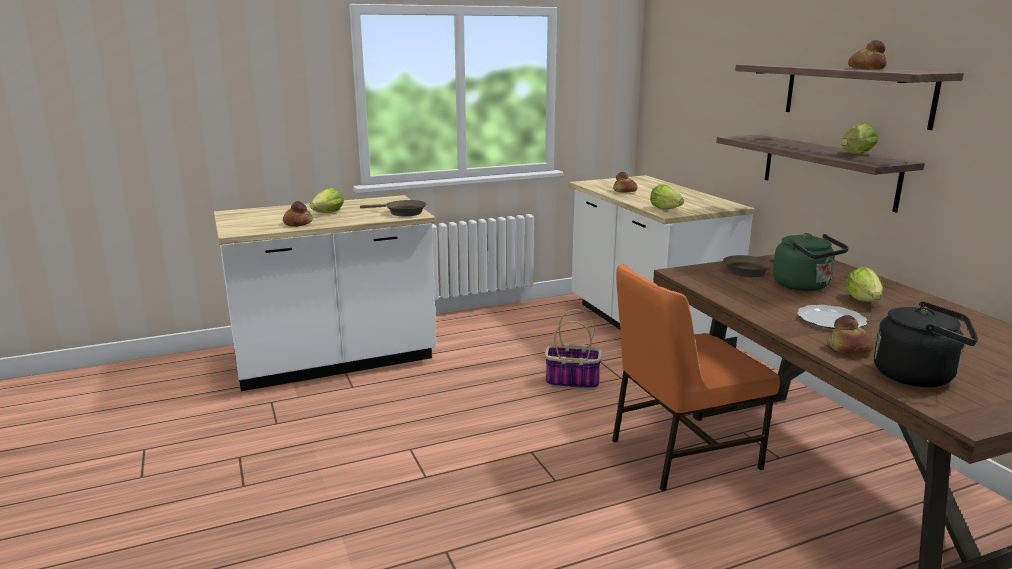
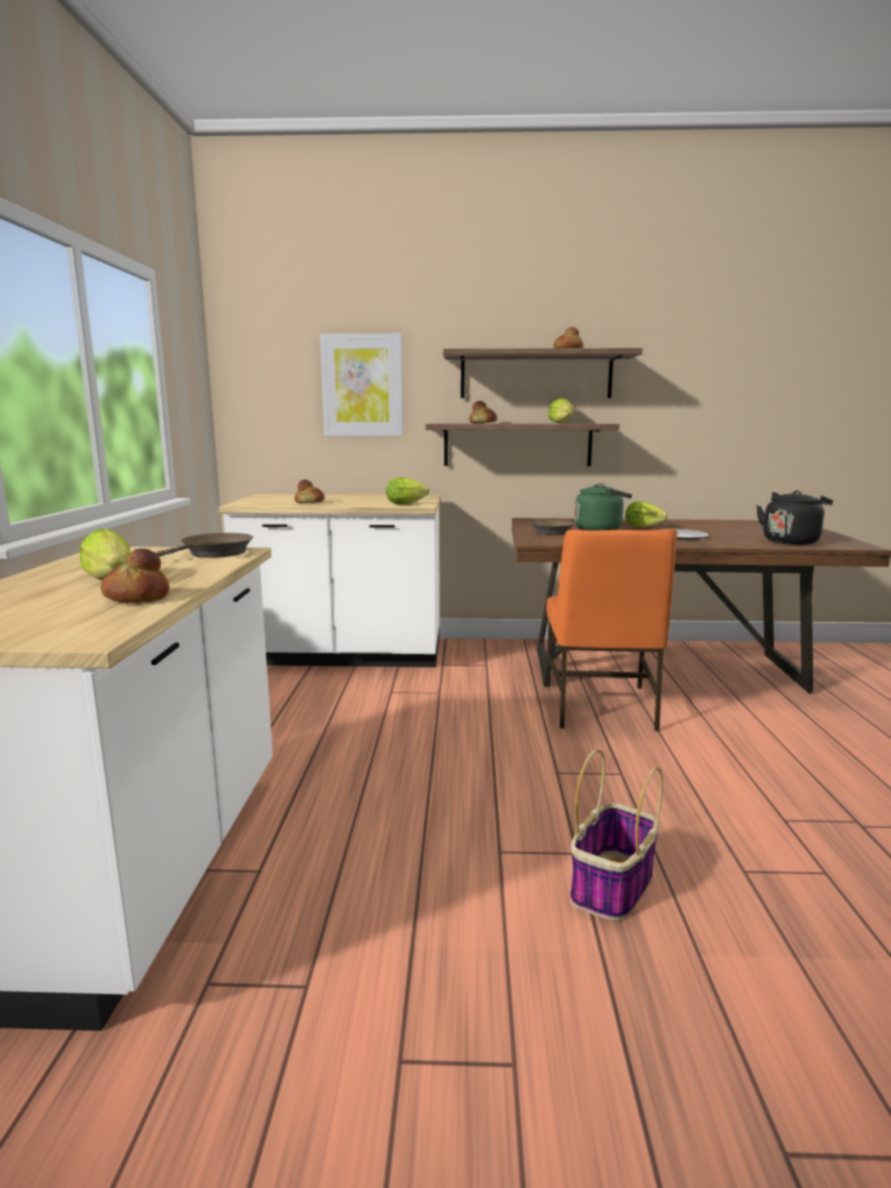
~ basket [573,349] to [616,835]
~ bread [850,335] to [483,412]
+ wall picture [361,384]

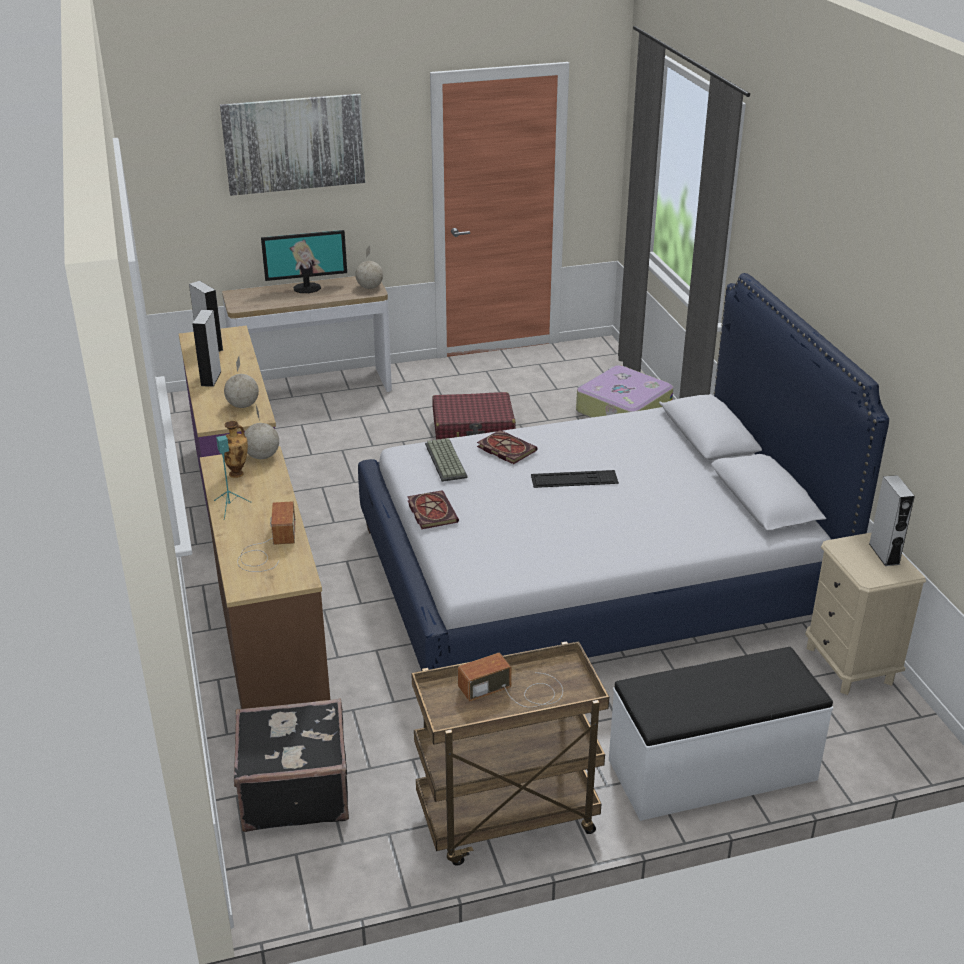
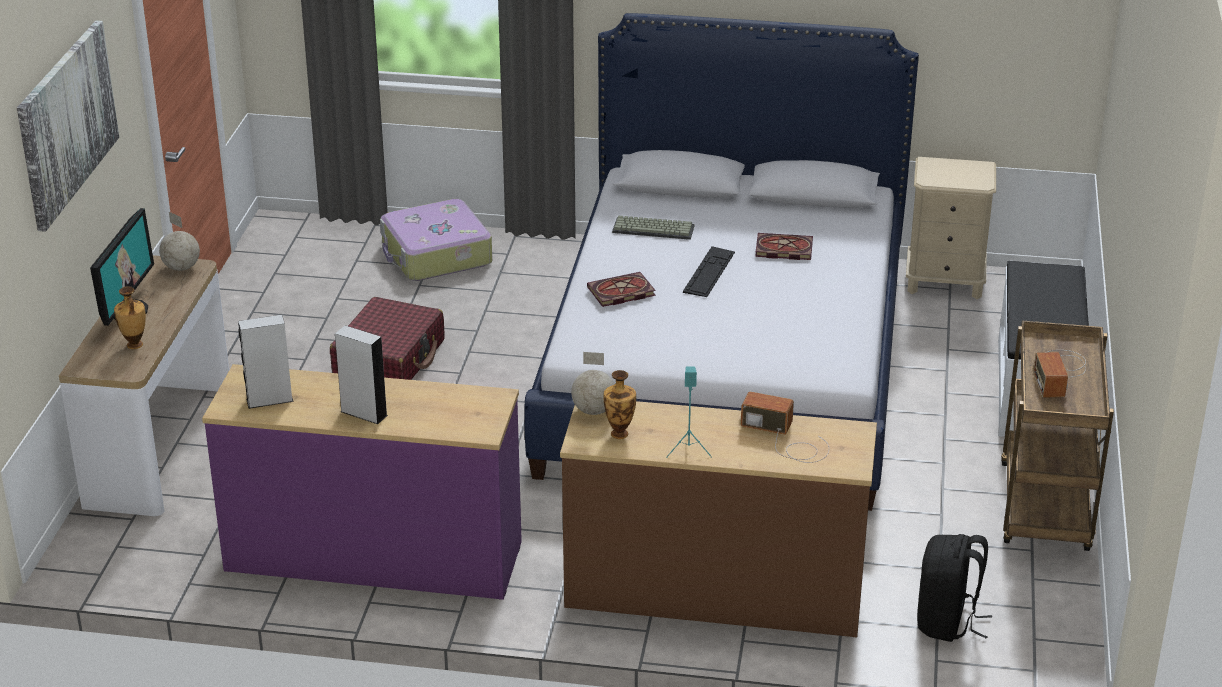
- globe [241,382]
~ black suitcase [291,765] to black rucksack [954,588]
~ bound book [433,509] to [784,246]
~ computer keyboard [446,460] to [653,228]
- grey audio speaker [892,520]
+ flower vase [130,317]

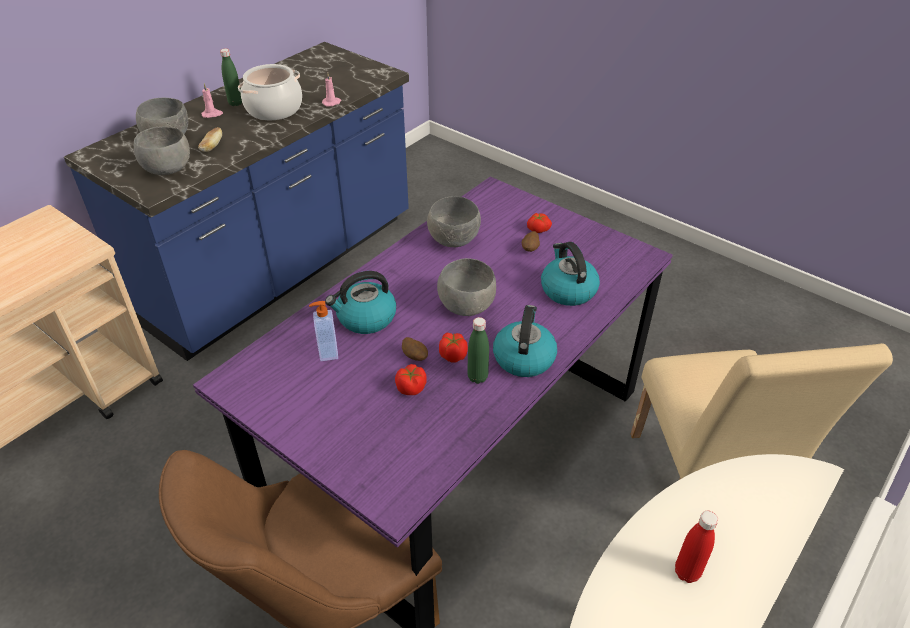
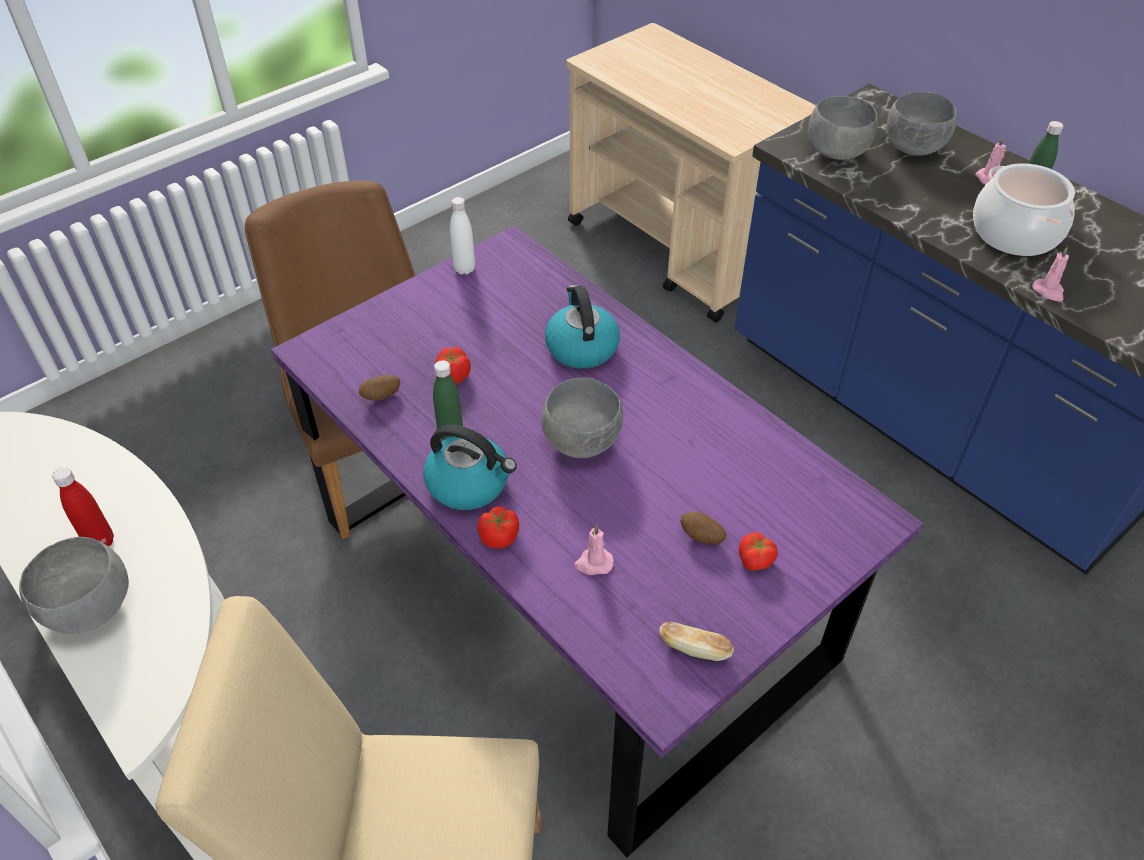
~ bread [210,139] to [697,641]
- soap bottle [323,331]
~ potato [415,349] to [379,387]
~ grey serving bowl [454,221] to [74,585]
~ tomato [453,348] to [498,527]
~ kettle [570,274] to pink-coloured wax candle [594,550]
+ white drink bottle [462,235]

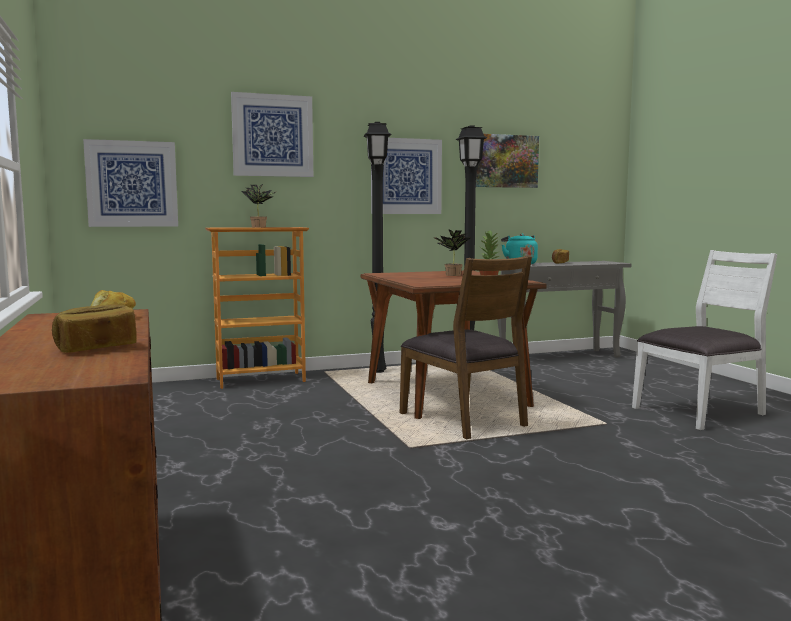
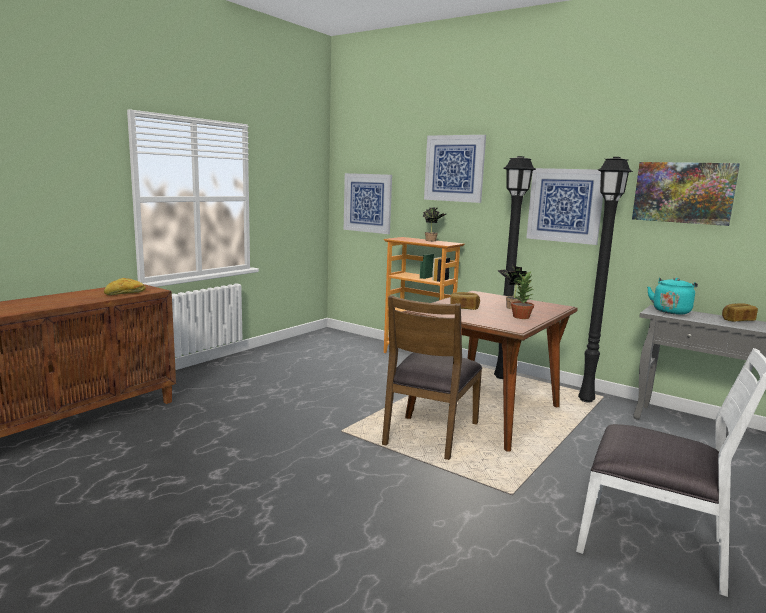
~ bread [94,329] to [465,301]

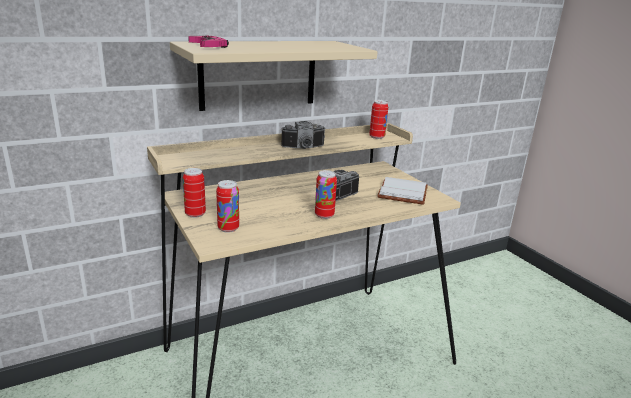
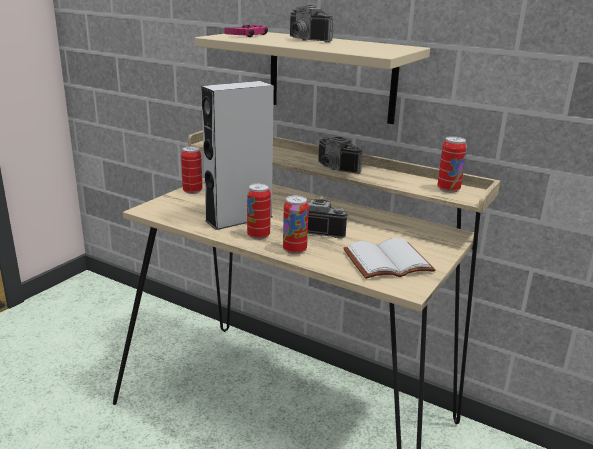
~ sealed can [227,206] to [296,225]
+ grey audio speaker [237,155]
+ photo camera [311,24]

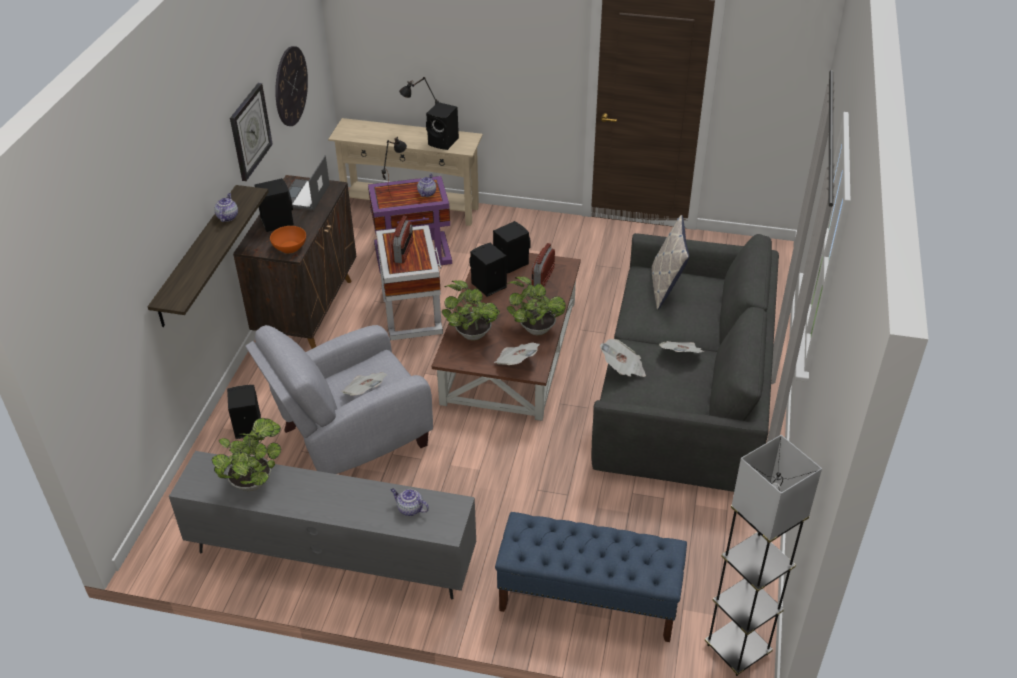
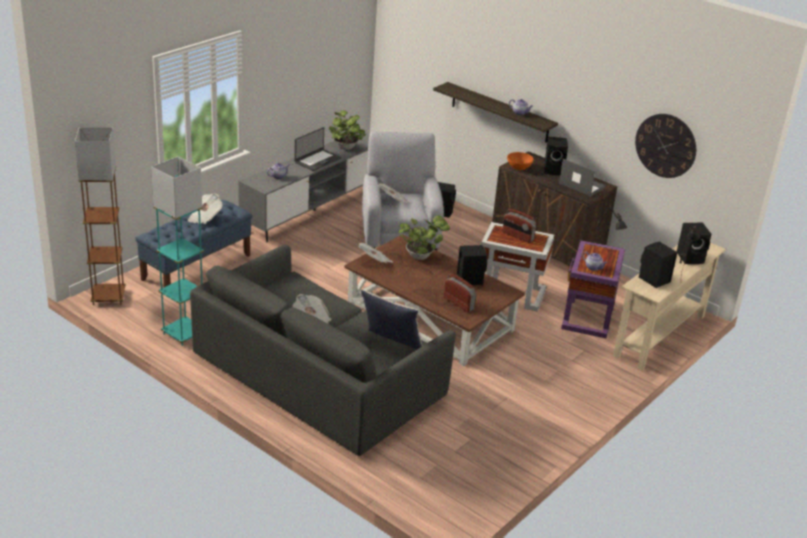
- hanging clock [251,132]
~ black audio speaker [512,247] to [694,243]
- potted plant [536,306]
~ newspaper [623,358] to [205,209]
~ grey standing lamp [763,555] to brown standing lamp [100,216]
+ turquoise standing lamp [177,251]
+ notebook computer [317,149]

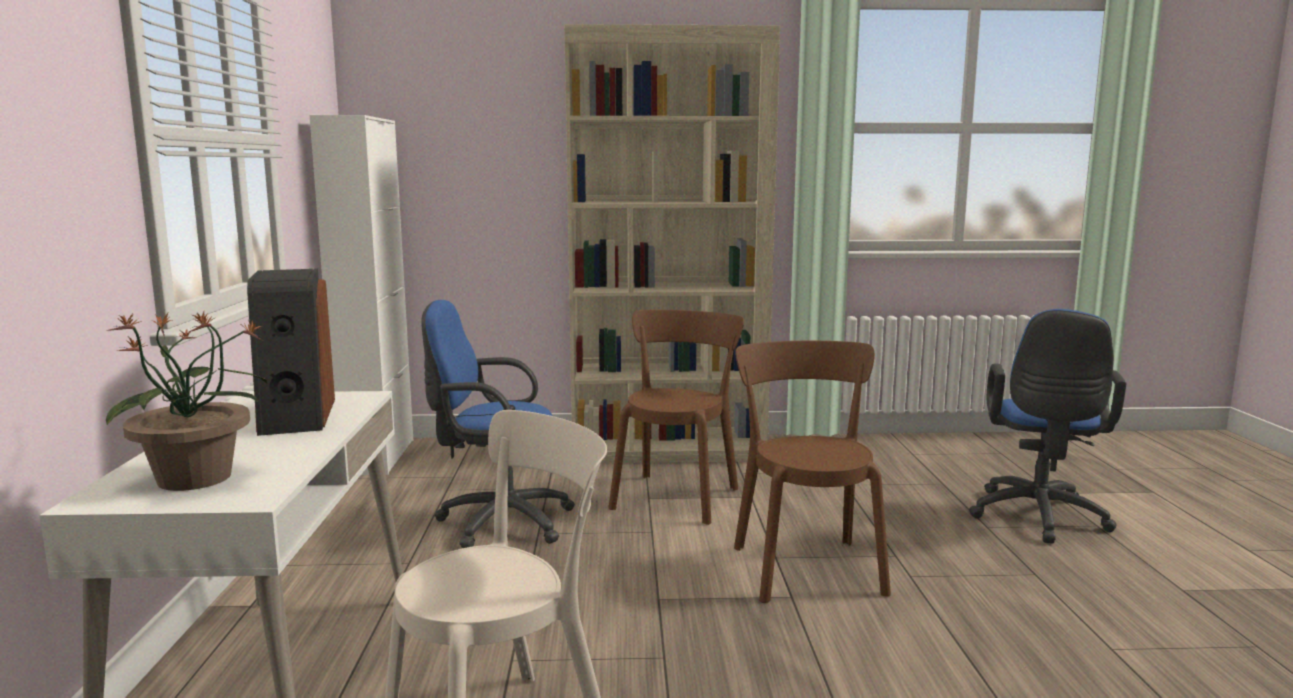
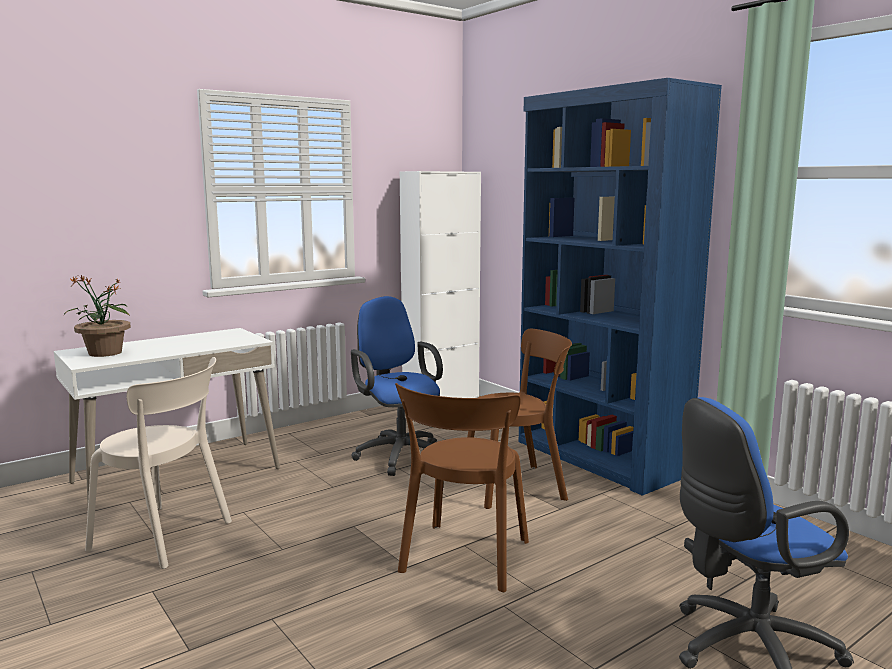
- audio speaker [291,352]
~ beige-coloured shelving unit [672,243] to bluish shelving unit [620,287]
~ brown upright chair [812,472] = [462,487] 150 degrees clockwise

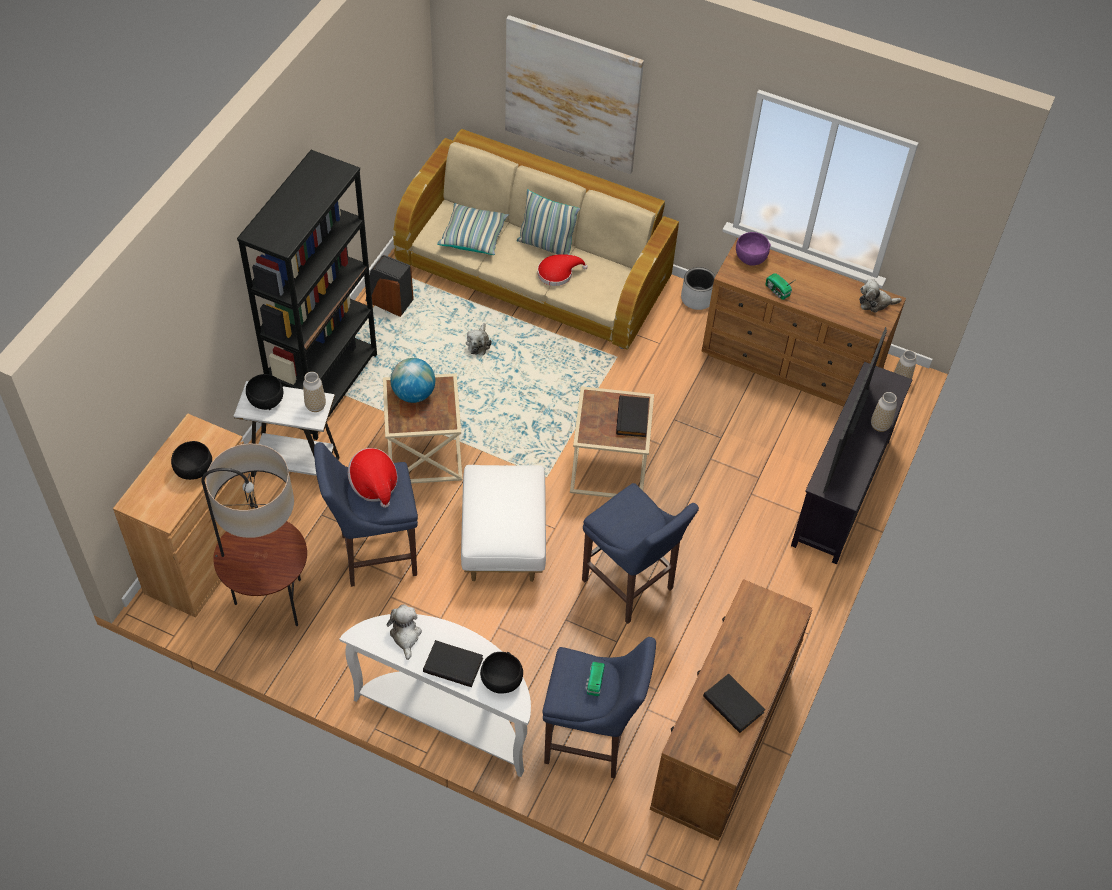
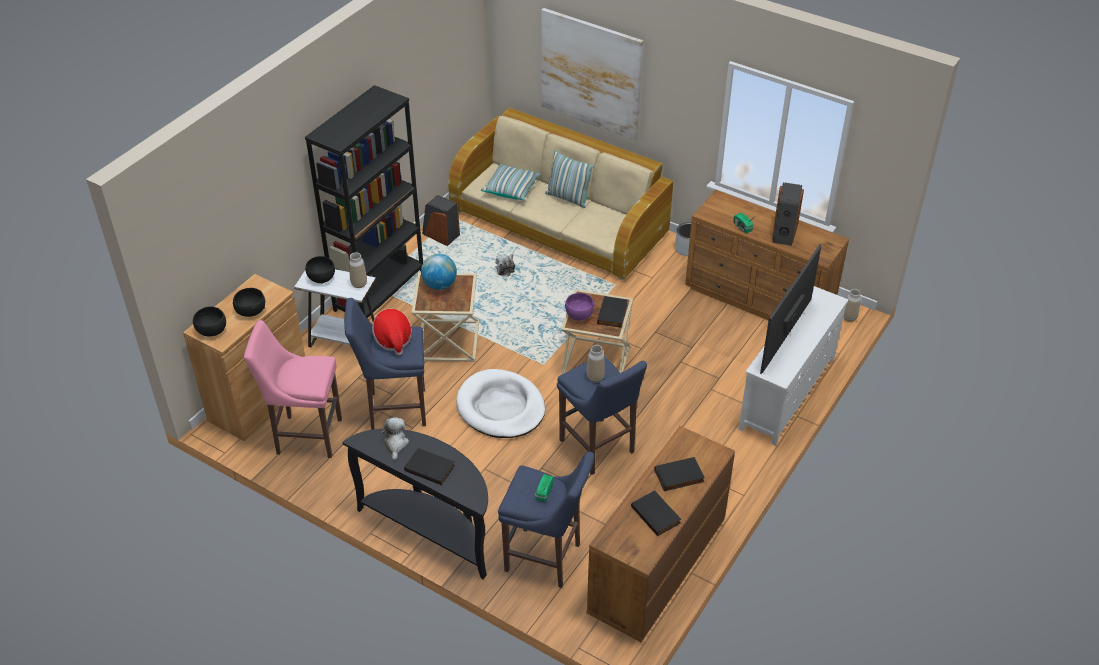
~ standing lamp [254,535] to pink-coloured stool seat [293,389]
~ white hall table [435,695] to black hall table [415,503]
~ white pouffe [503,523] to white dog cushion [500,403]
~ black serving bowl [501,673] to [209,321]
- red hat [563,270]
~ purple serving bowl [753,249] to [580,307]
~ black tv unit [852,463] to white tv unit [794,366]
- cuddly toy [880,296]
~ flower vase [884,412] to [596,363]
+ black bound book [679,474]
+ audio speaker [788,214]

